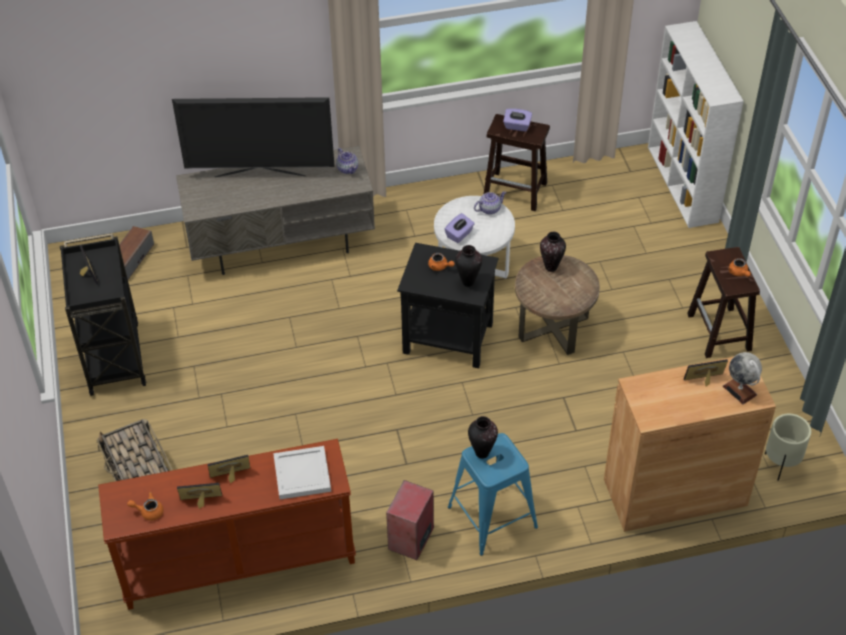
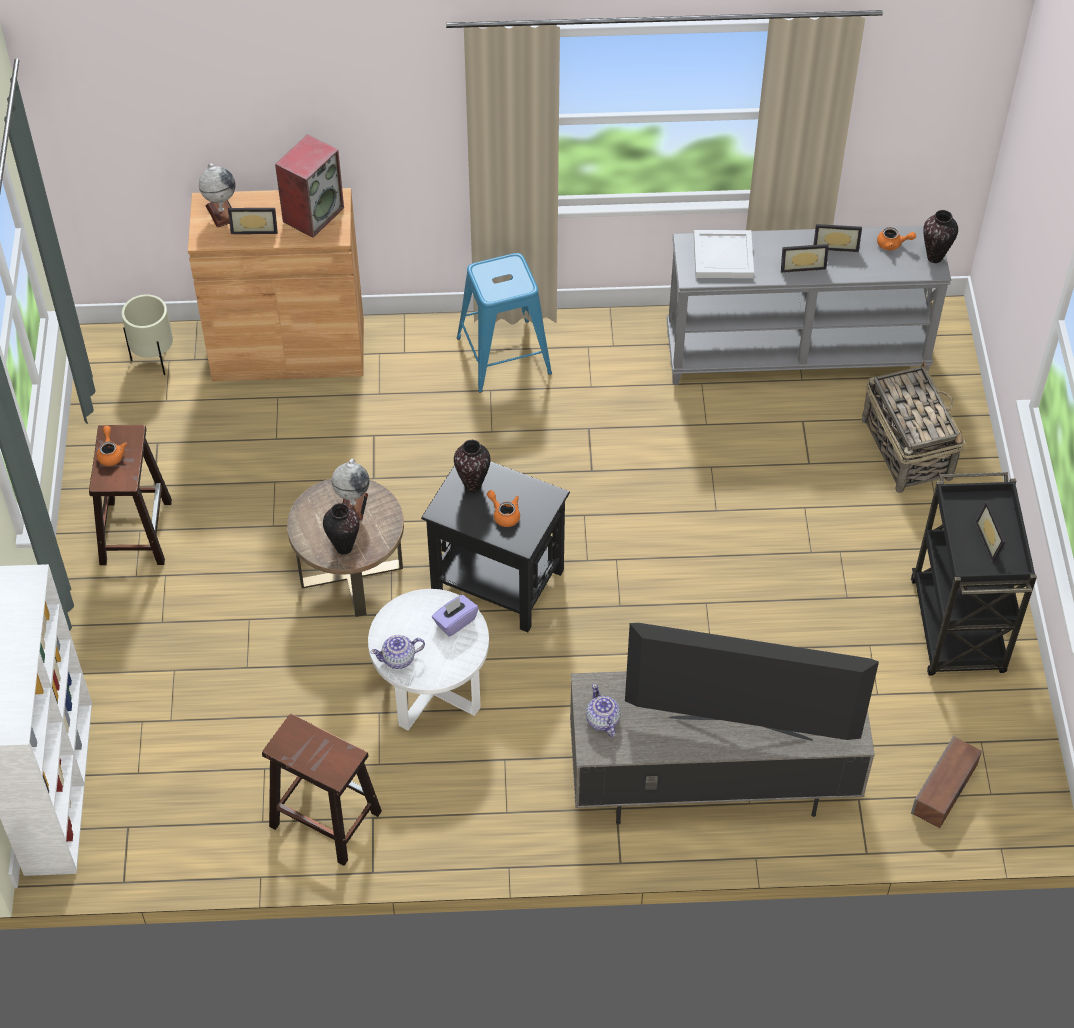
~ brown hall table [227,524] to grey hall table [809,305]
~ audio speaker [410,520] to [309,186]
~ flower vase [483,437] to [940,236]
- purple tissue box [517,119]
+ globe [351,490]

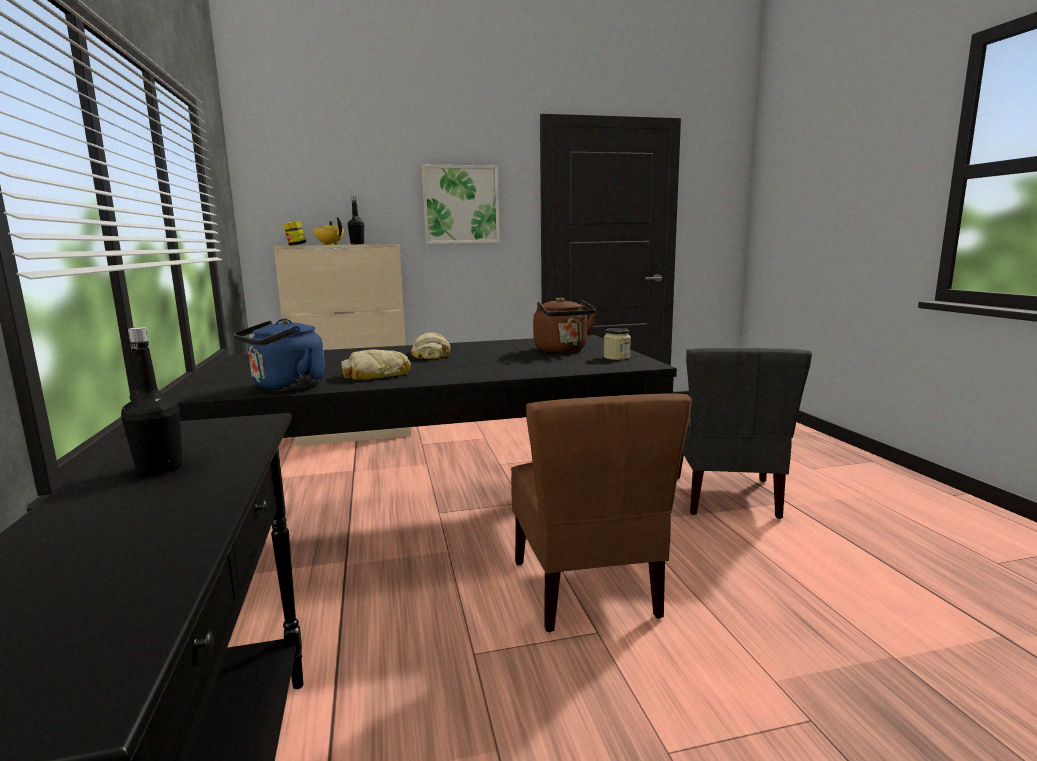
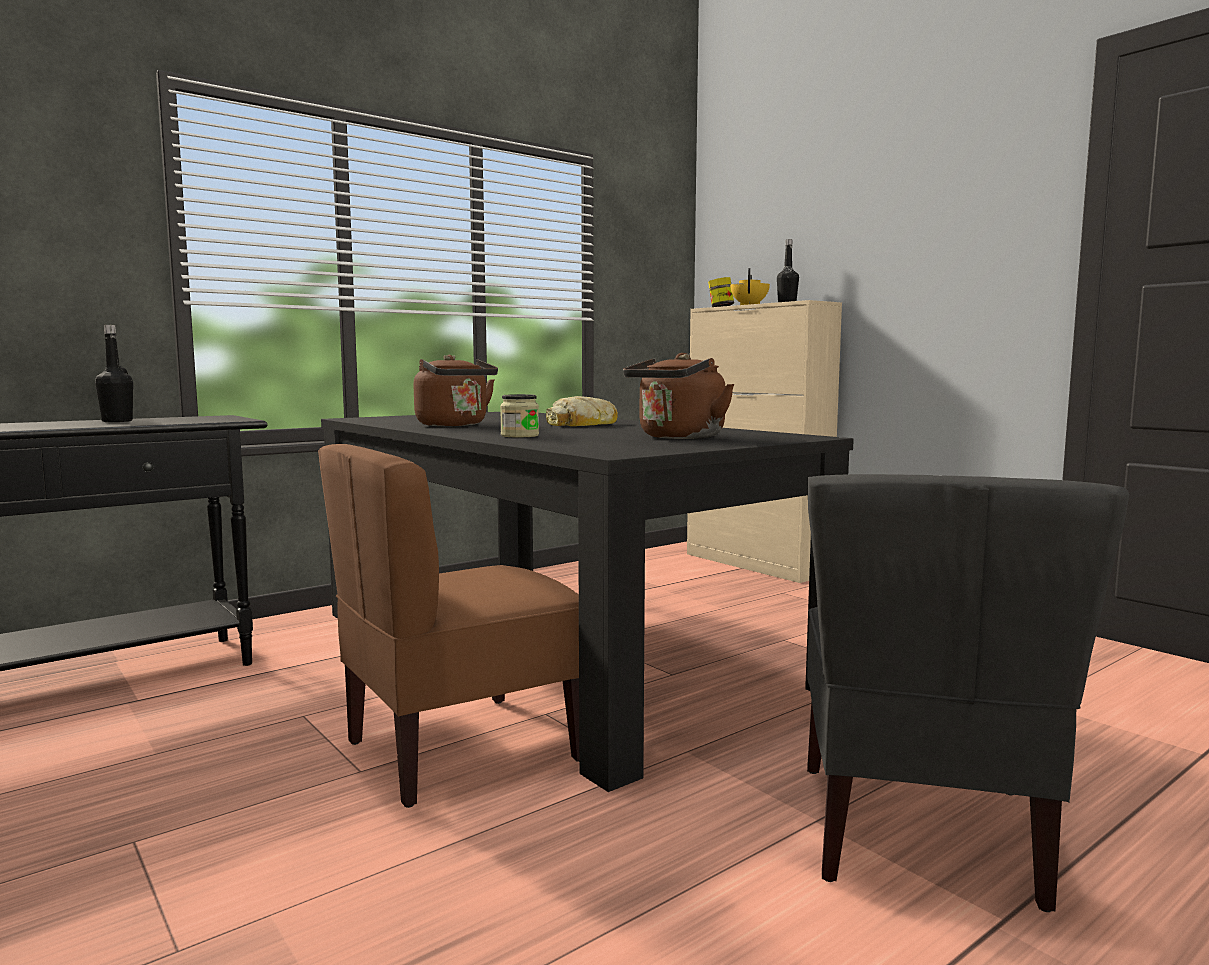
- bluish kettle [279,355]
~ bread [376,365] to brown kettle [456,390]
- wall picture [461,204]
~ preserve jar [617,344] to [519,415]
~ grey upright chair [744,433] = [968,693] 60 degrees counterclockwise

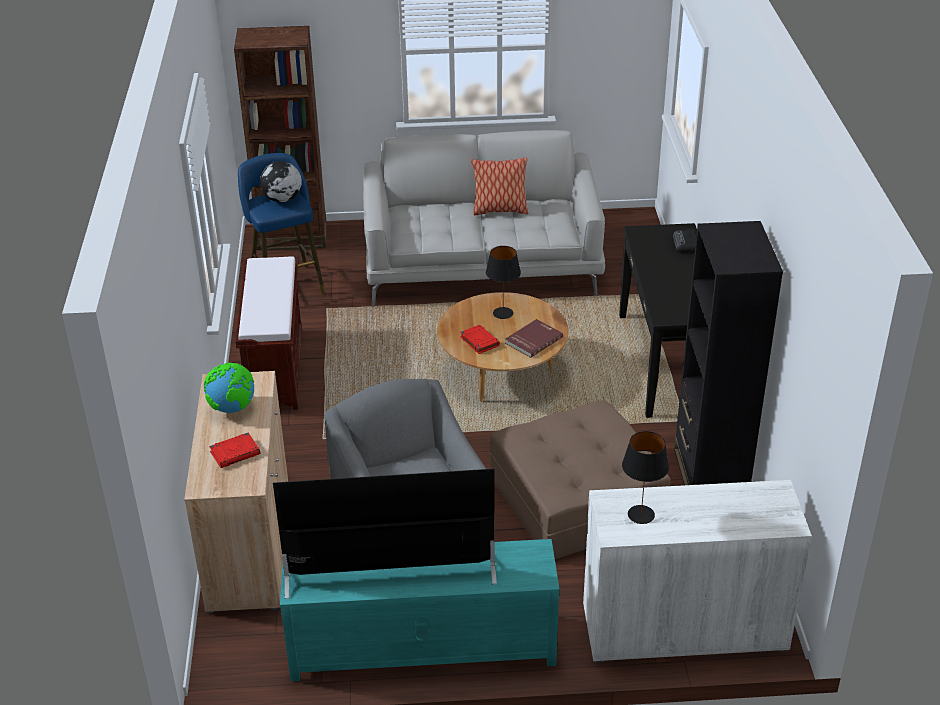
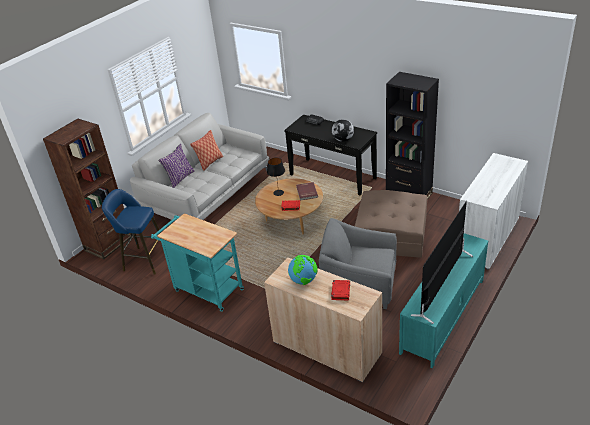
~ brown bench [269,333] to turquoise wheeled cart [197,262]
~ globe [281,181] to [343,130]
- black lamp for a table [645,477]
+ purple pillow [176,166]

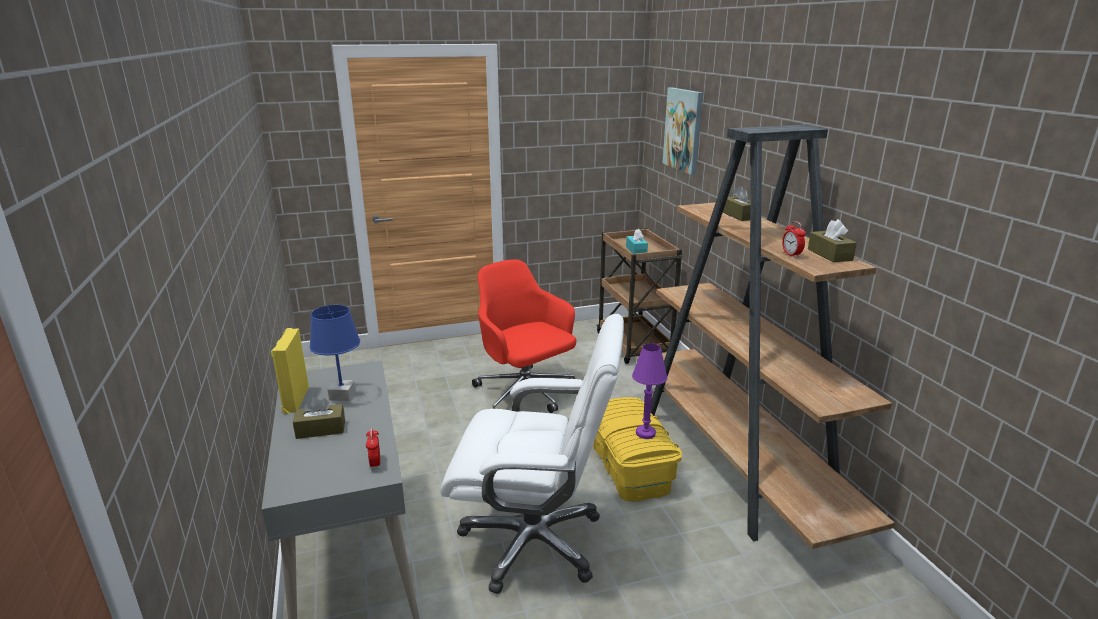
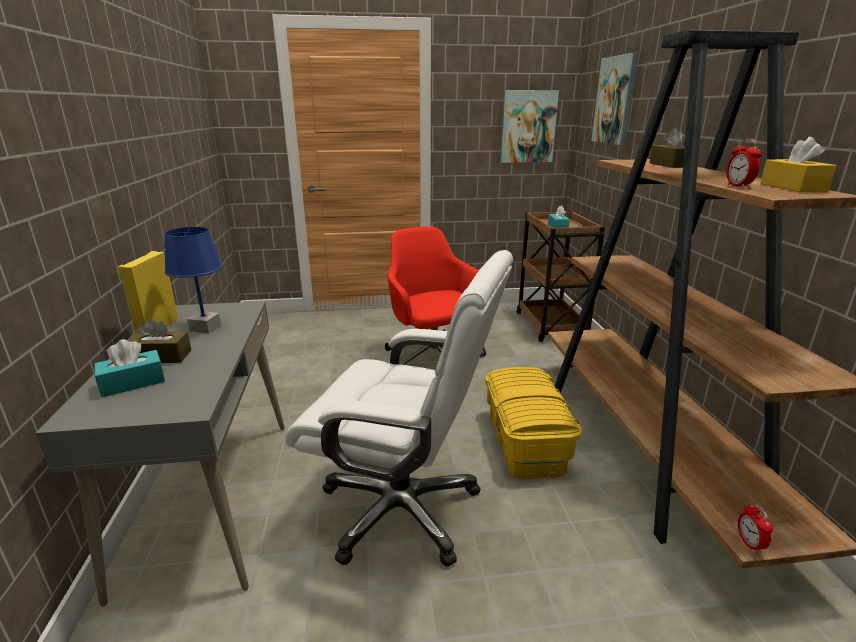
~ table clock [373,448] to [755,528]
- purple lamp for a table [650,391]
~ brown tissue box [832,240] to yellowish tissue box [799,164]
+ turquoise tissue box [129,368]
+ wall picture [529,126]

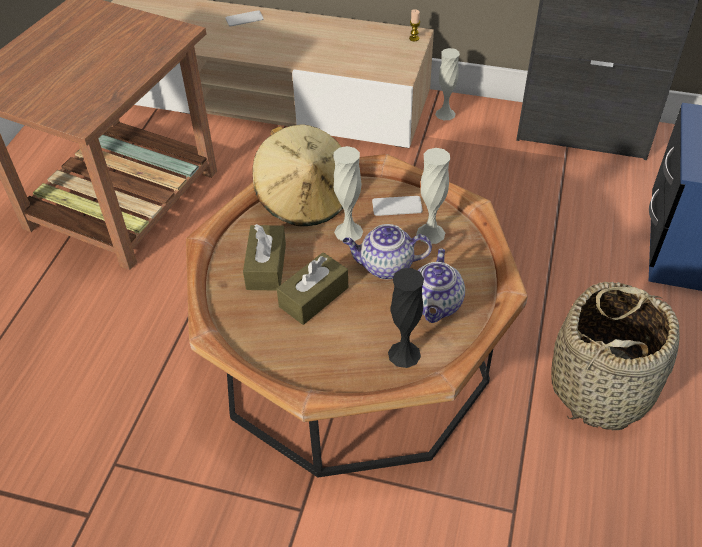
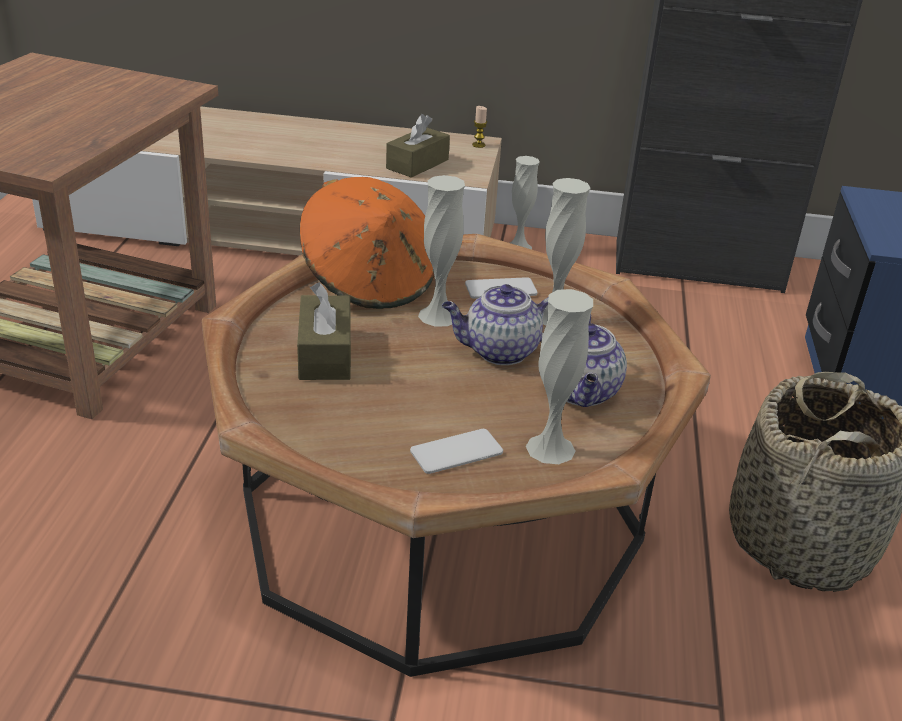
~ handset [244,18] to [456,451]
~ beige-coloured hat [298,175] to orange-coloured hat [367,243]
~ brown tissue box [312,288] to [418,146]
~ black flower vase [406,318] to white flower vase [559,376]

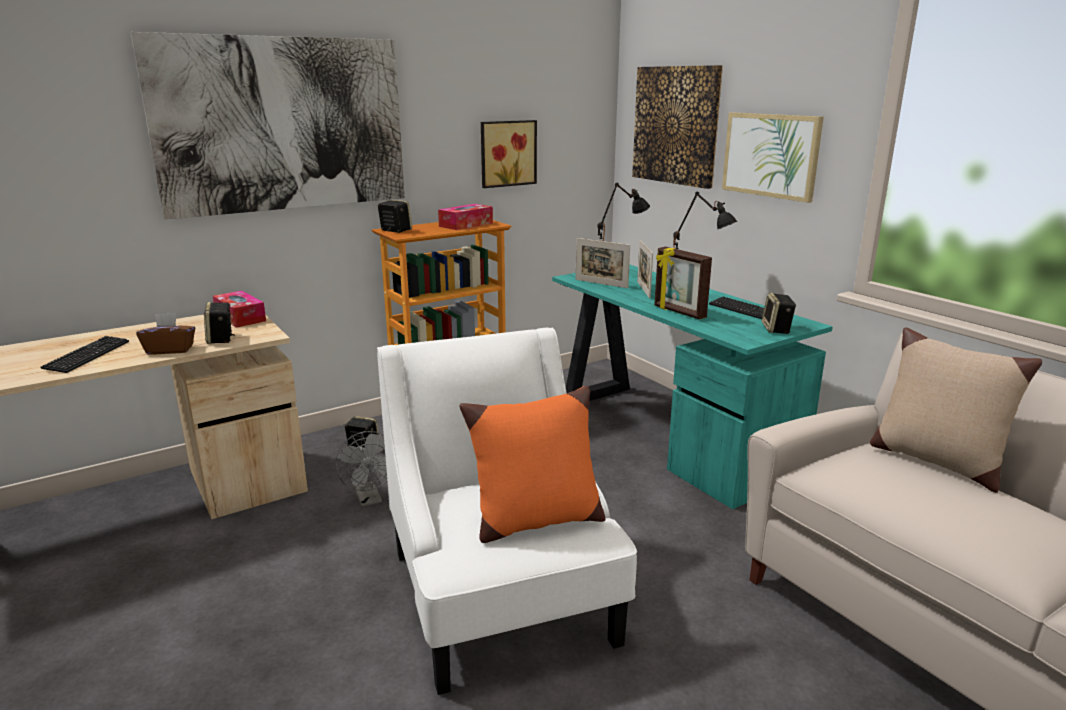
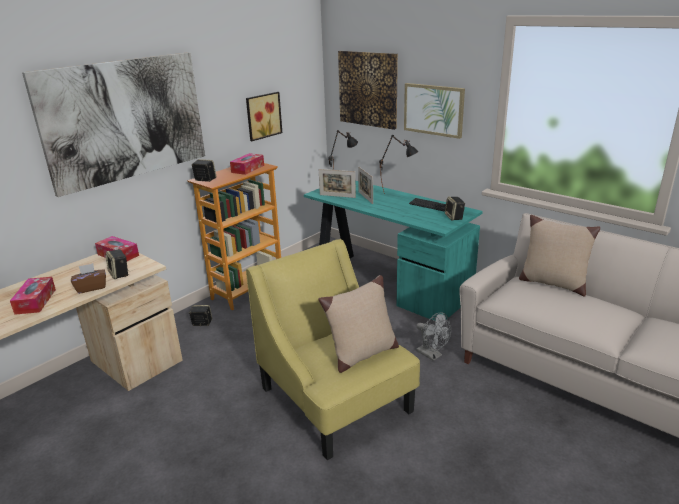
~ computer keyboard [84,354] to tissue box [33,296]
~ grey cooling fan [361,469] to [433,336]
~ white armchair [507,511] to yellowish armchair [333,349]
~ orange-coloured pillow [532,464] to beige-coloured pillow [358,324]
- picture frame [683,283]

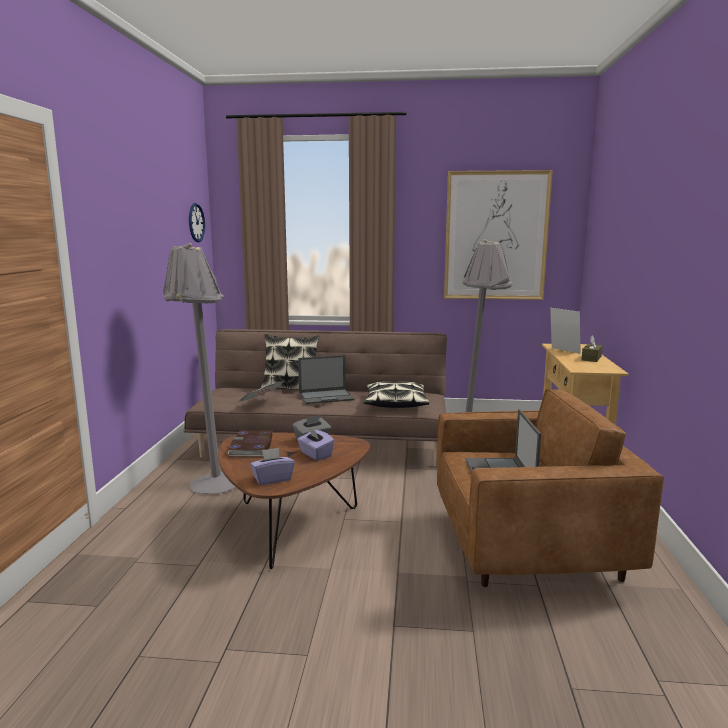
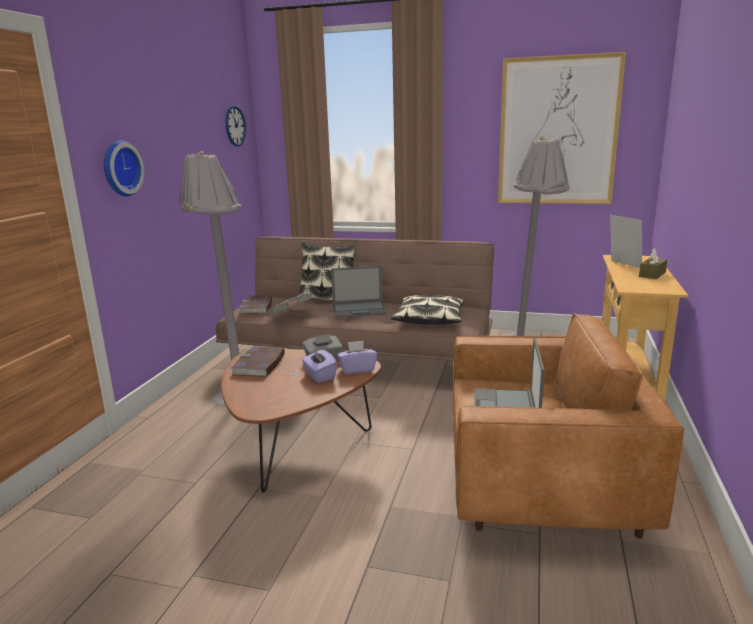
~ purple tissue box [272,466] to [357,357]
+ hanging clock [124,168]
+ bound book [255,304]

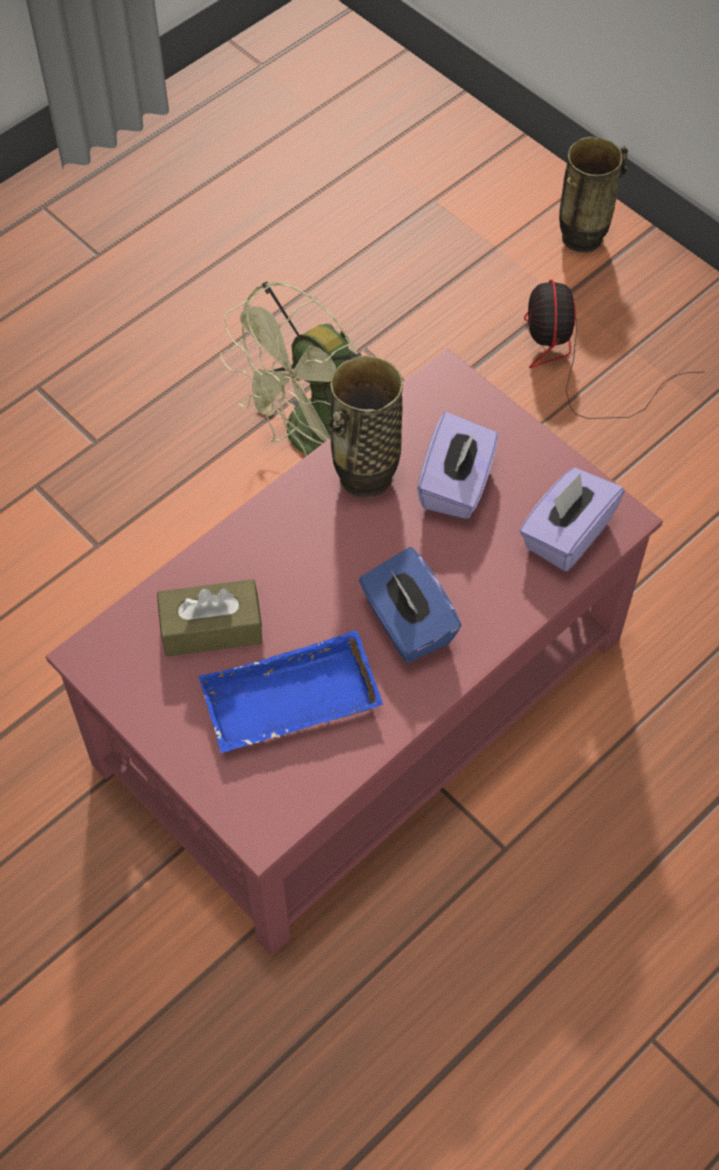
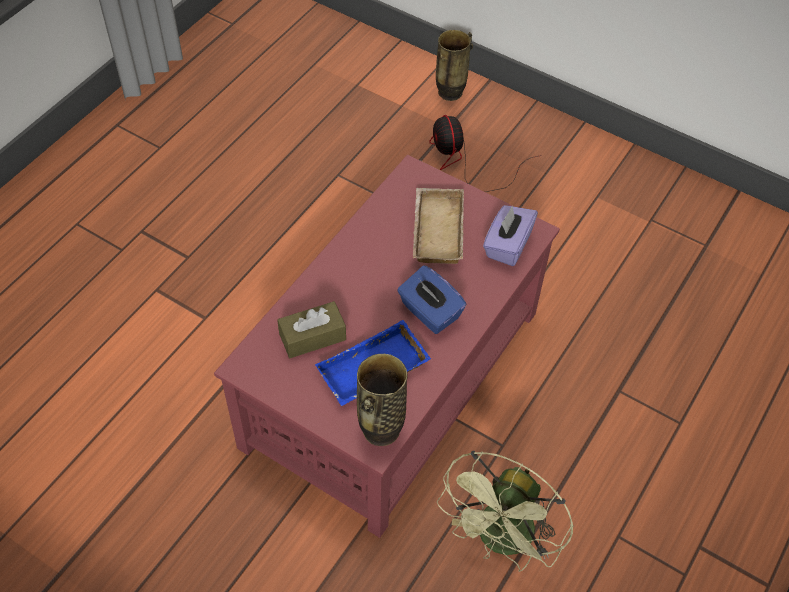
~ green-coloured cooling fan [291,369] to [505,511]
~ flower vase [365,427] to [382,400]
~ purple tissue box [457,465] to beige-coloured serving tray [438,226]

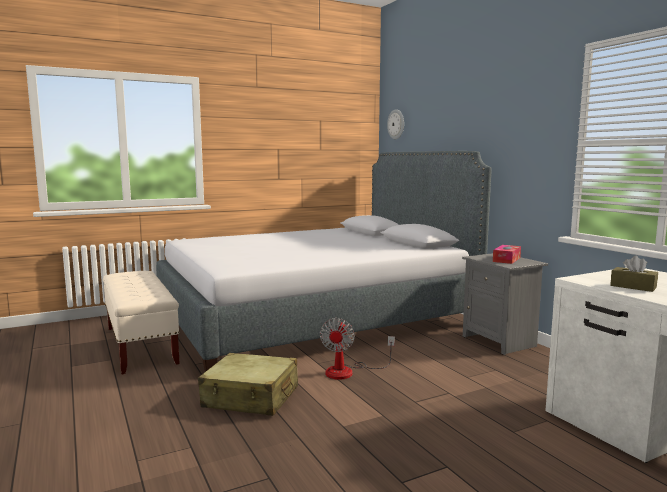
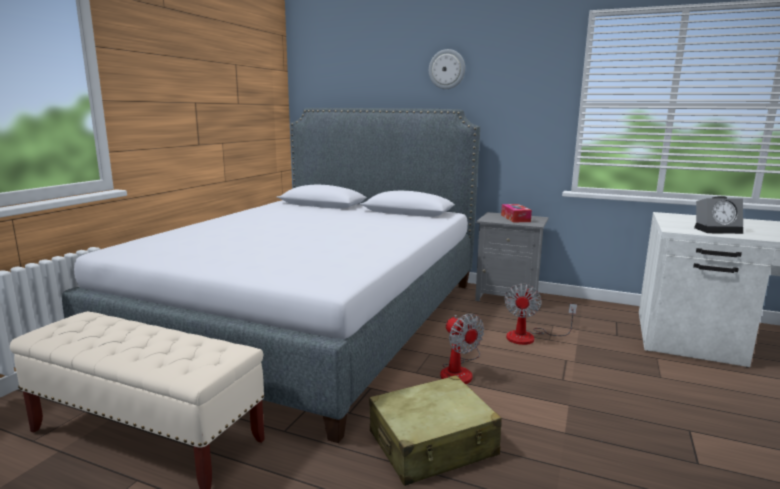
~ hanging clock [395,124] to [447,69]
~ brown tissue box [634,274] to table clock [718,215]
+ cooling fan [540,314]

